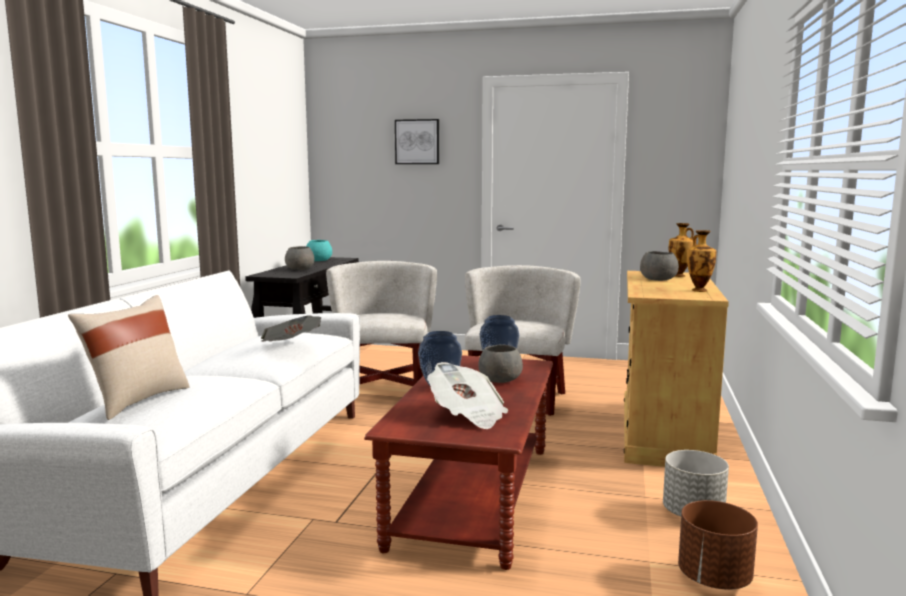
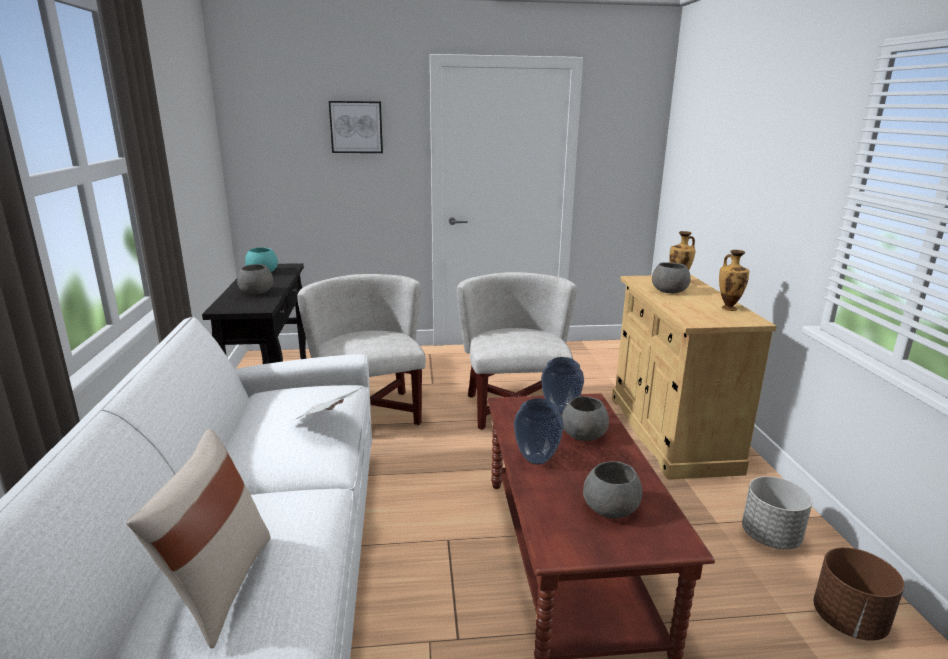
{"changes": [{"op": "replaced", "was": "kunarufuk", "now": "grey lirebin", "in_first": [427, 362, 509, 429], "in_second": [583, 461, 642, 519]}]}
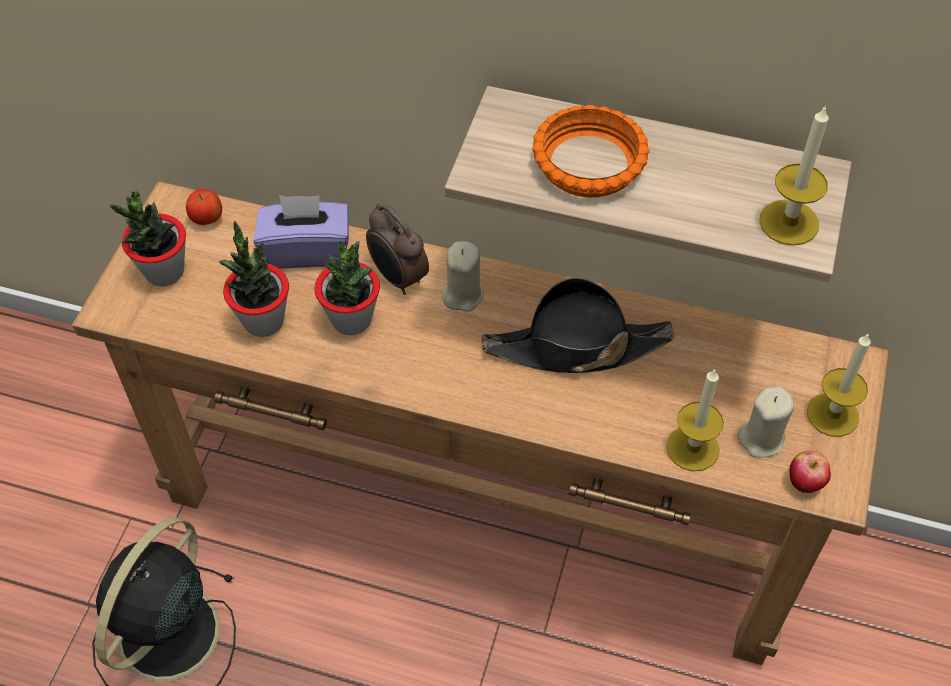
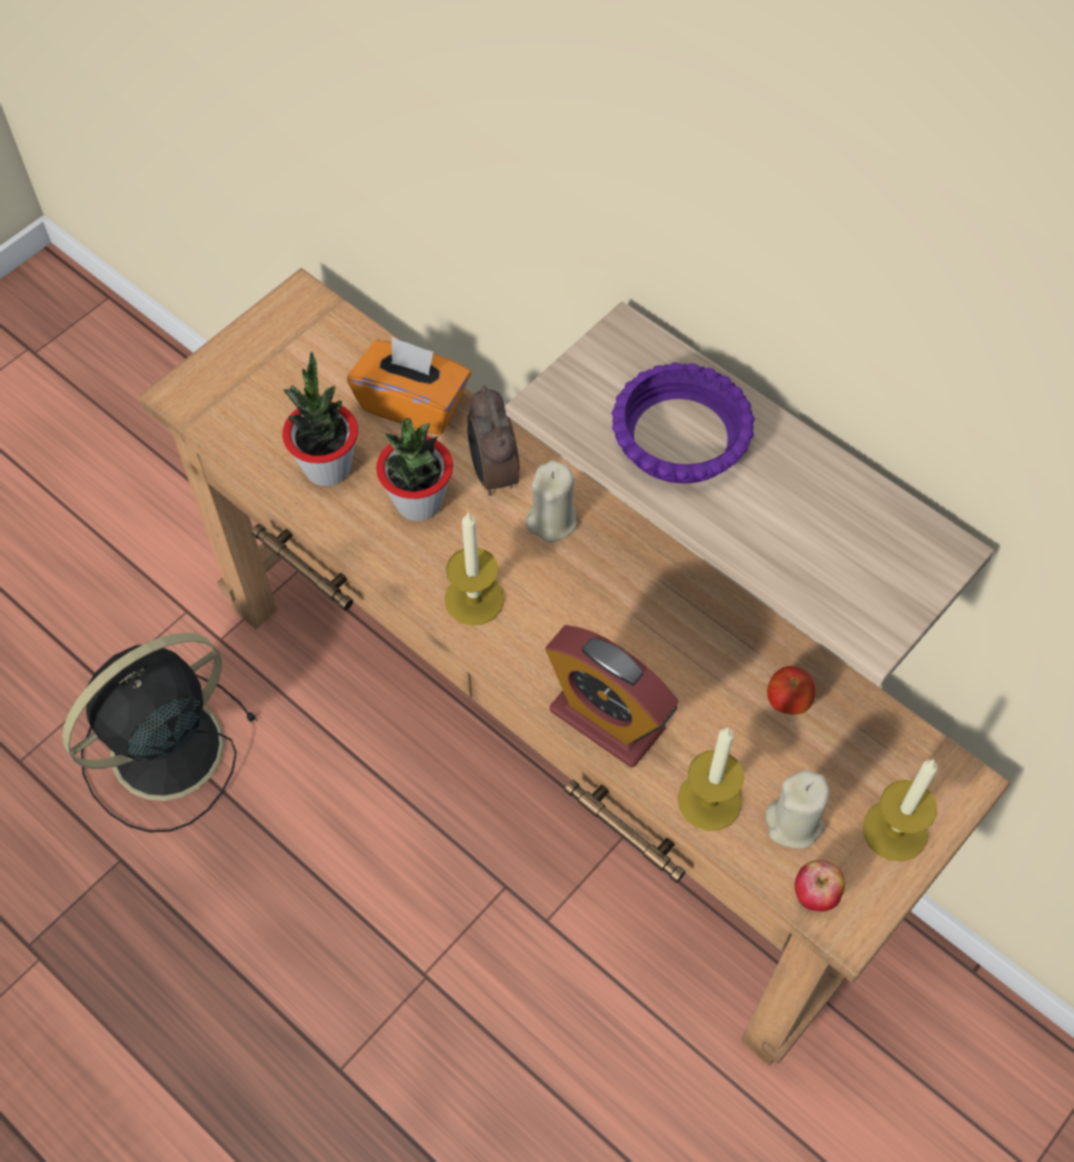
{"changes": [{"op": "recoloured", "was": "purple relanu", "now": "orange relanu", "in_first": [254, 195, 349, 269], "in_second": [347, 336, 471, 435]}, {"op": "moved", "was": "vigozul", "in_first": [759, 105, 829, 246], "in_second": [444, 512, 504, 626]}, {"op": "added", "now": "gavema", "in_second": [545, 625, 678, 767]}, {"op": "recoloured", "was": "orange lirebin", "now": "purple lirebin", "in_first": [532, 105, 650, 197], "in_second": [611, 362, 755, 484]}, {"op": "moved", "was": "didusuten", "in_first": [186, 189, 222, 225], "in_second": [767, 666, 815, 714]}, {"op": "removed", "was": "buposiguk", "in_first": [110, 191, 186, 287]}, {"op": "removed", "was": "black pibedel", "in_first": [482, 278, 675, 373]}]}
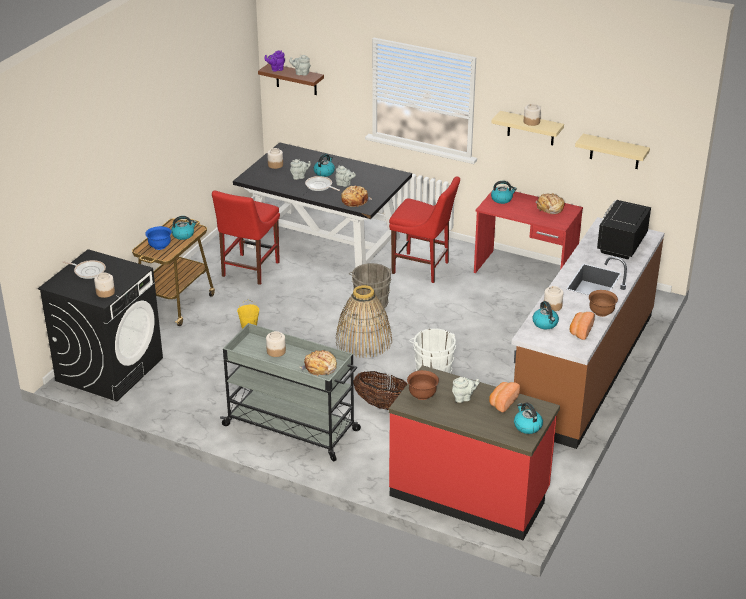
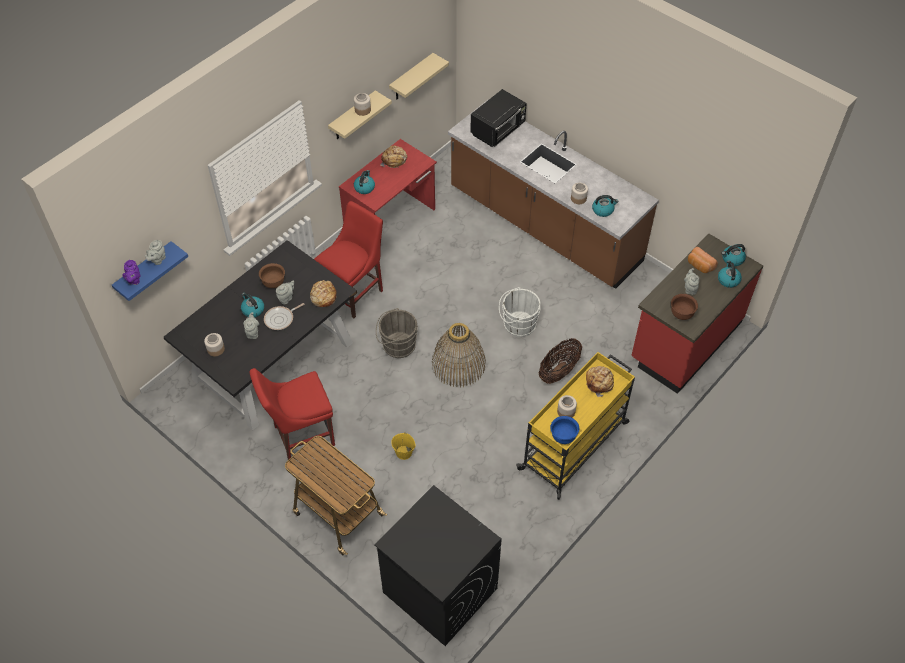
{"changes": [{"op": "recoloured", "was": "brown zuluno", "now": "blue zuluno", "in_first": [258, 64, 324, 95], "in_second": [112, 241, 188, 301]}, {"op": "turned", "was": "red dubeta", "in_first": [212, 191, 280, 285], "in_second": [250, 368, 335, 460], "clockwise": 120}, {"op": "moved", "was": "brown lirebin", "in_first": [589, 290, 618, 317], "in_second": [259, 263, 285, 288]}, {"op": "turned", "was": "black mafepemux", "in_first": [597, 200, 651, 259], "in_second": [470, 89, 527, 147], "clockwise": -90}, {"op": "recoloured", "was": "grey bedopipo", "now": "yellow bedopipo", "in_first": [220, 323, 361, 462], "in_second": [516, 352, 635, 500]}, {"op": "moved", "was": "blue lirebin", "in_first": [145, 226, 172, 250], "in_second": [550, 416, 579, 444]}, {"op": "moved", "was": "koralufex", "in_first": [171, 216, 197, 240], "in_second": [718, 261, 742, 288]}, {"op": "removed", "was": "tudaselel", "in_first": [62, 260, 106, 279]}, {"op": "removed", "was": "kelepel", "in_first": [94, 273, 115, 298]}, {"op": "removed", "was": "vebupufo", "in_first": [570, 312, 595, 340]}]}
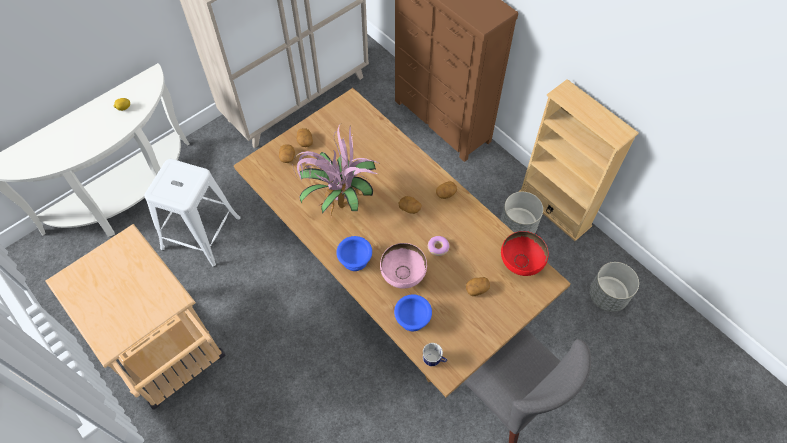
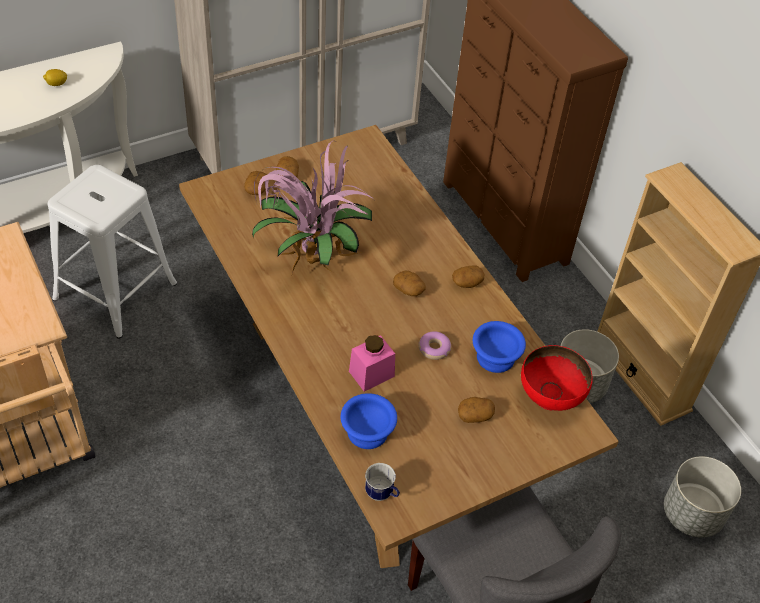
{"changes": [{"op": "replaced", "was": "pink lirebin", "now": "pink kelepel", "in_first": [380, 243, 427, 289], "in_second": [349, 335, 395, 392]}, {"op": "moved", "was": "blue lirebin", "in_first": [336, 236, 372, 271], "in_second": [473, 321, 526, 373]}]}
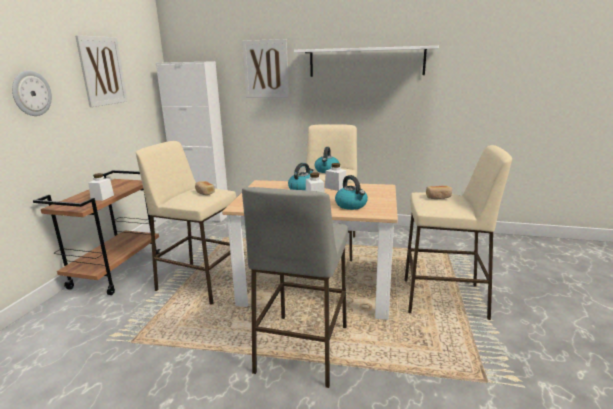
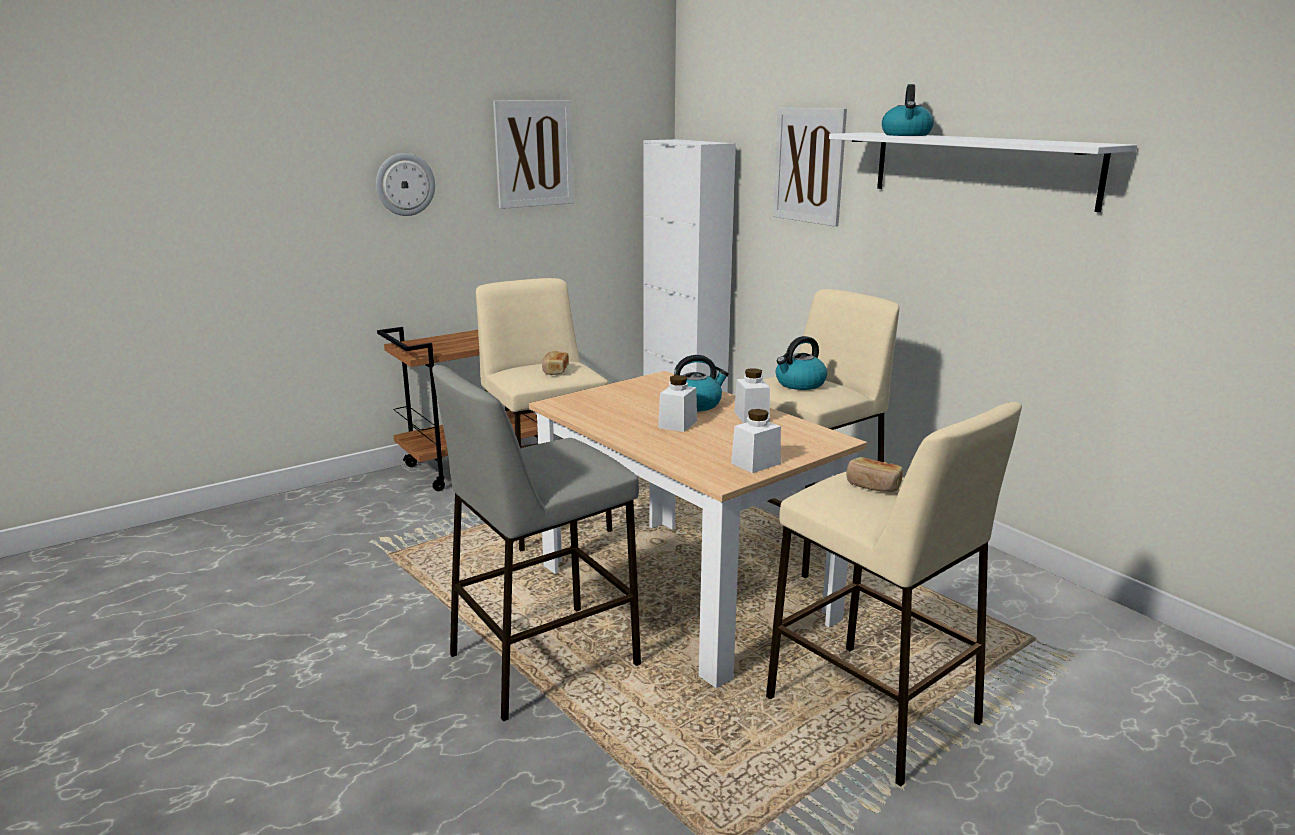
{"changes": [{"op": "moved", "was": "white kelepel", "in_first": [88, 173, 114, 201], "in_second": [731, 409, 781, 473]}, {"op": "moved", "was": "koralufex", "in_first": [335, 175, 368, 210], "in_second": [882, 84, 934, 136]}]}
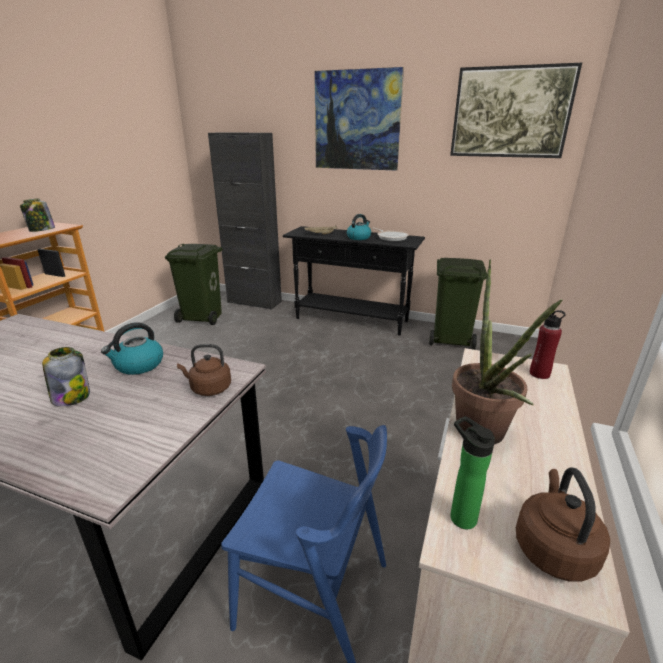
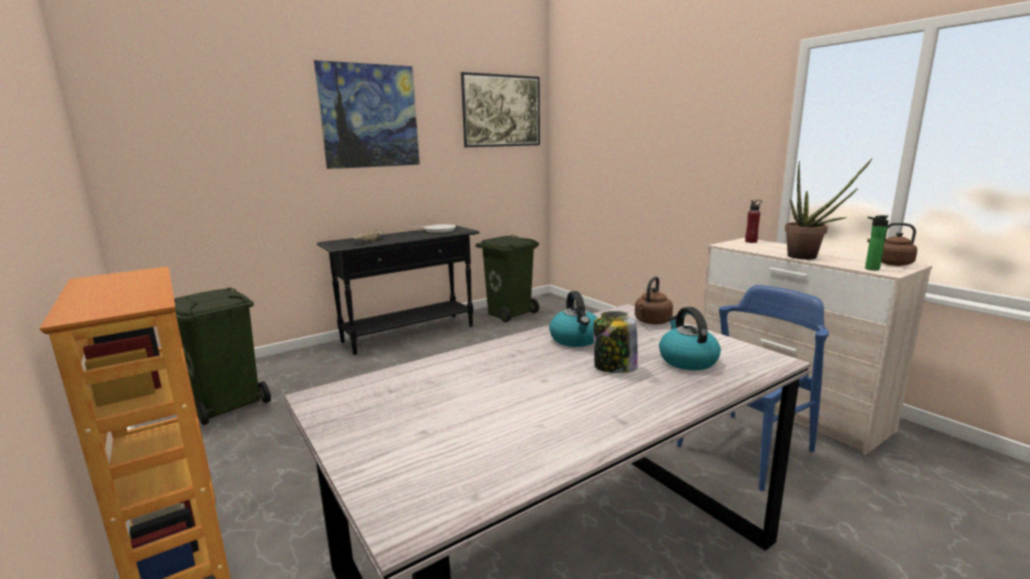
{"changes": [{"op": "moved", "was": "koralufex", "in_first": [347, 214, 371, 240], "in_second": [659, 307, 721, 370]}, {"op": "removed", "was": "kelepel", "in_first": [20, 198, 55, 232]}, {"op": "removed", "was": "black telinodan", "in_first": [208, 132, 282, 310]}]}
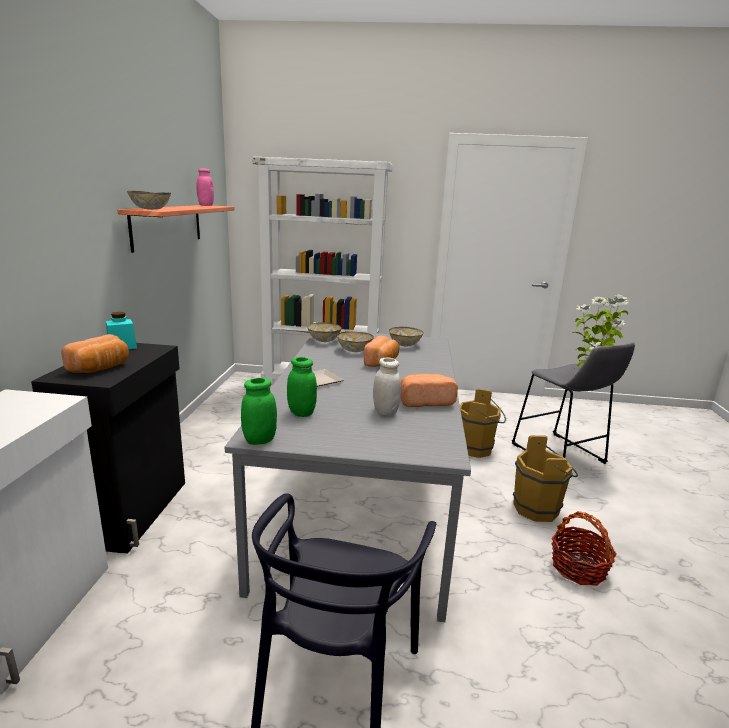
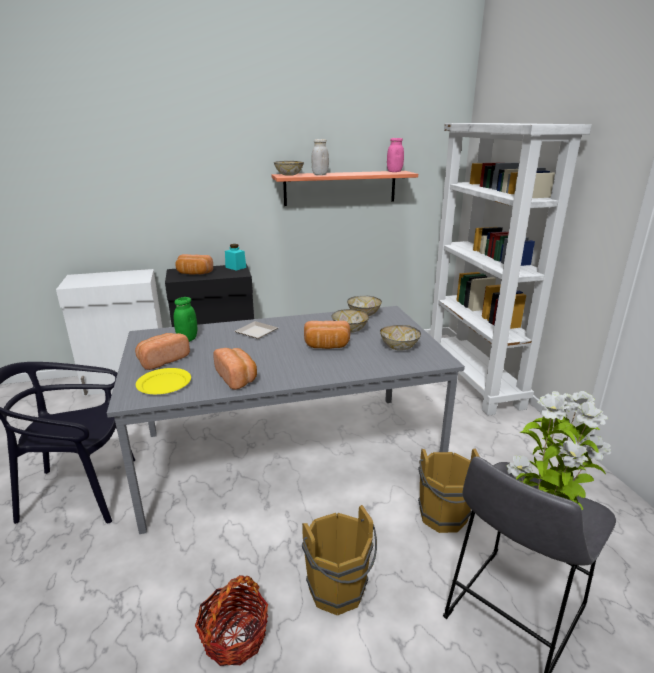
{"changes": [{"op": "added", "now": "vebupufo", "in_second": [135, 333, 190, 370]}, {"op": "added", "now": "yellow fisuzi", "in_second": [136, 368, 191, 394]}, {"op": "moved", "was": "white kelepel", "in_first": [373, 358, 401, 417], "in_second": [311, 139, 329, 175]}, {"op": "removed", "was": "green kelepel", "in_first": [241, 378, 277, 445]}]}
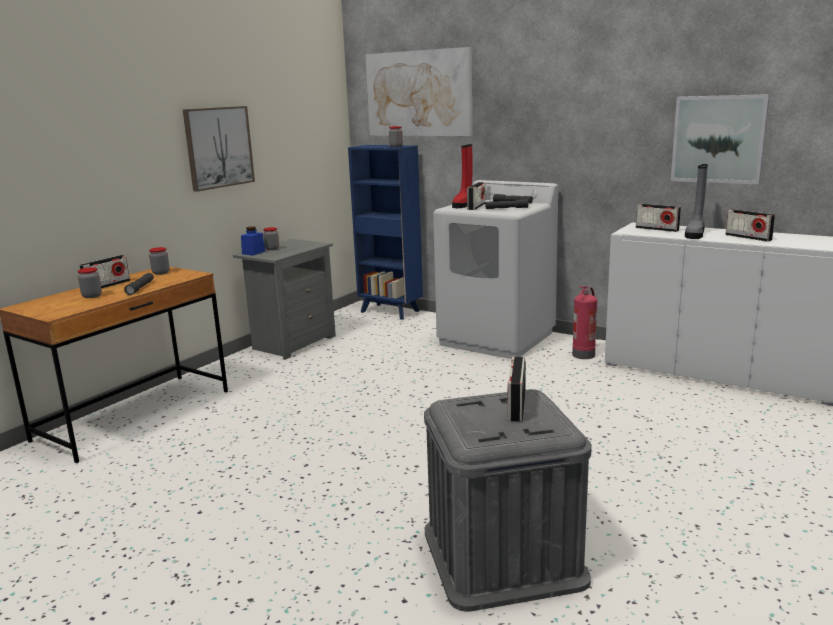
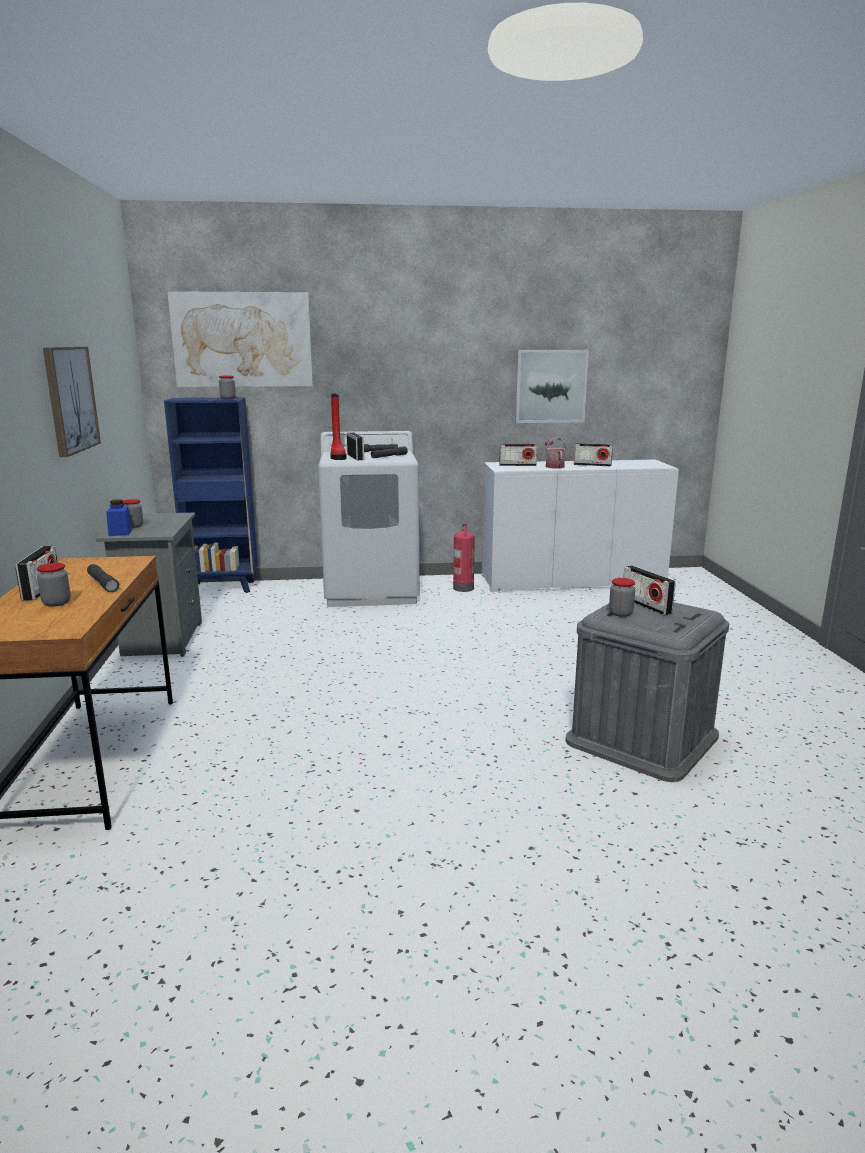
{"changes": [{"op": "replaced", "was": "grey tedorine", "now": "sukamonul", "in_first": [685, 164, 708, 239], "in_second": [545, 438, 566, 469]}, {"op": "moved", "was": "kelepel", "in_first": [149, 247, 170, 275], "in_second": [609, 578, 635, 617]}]}
